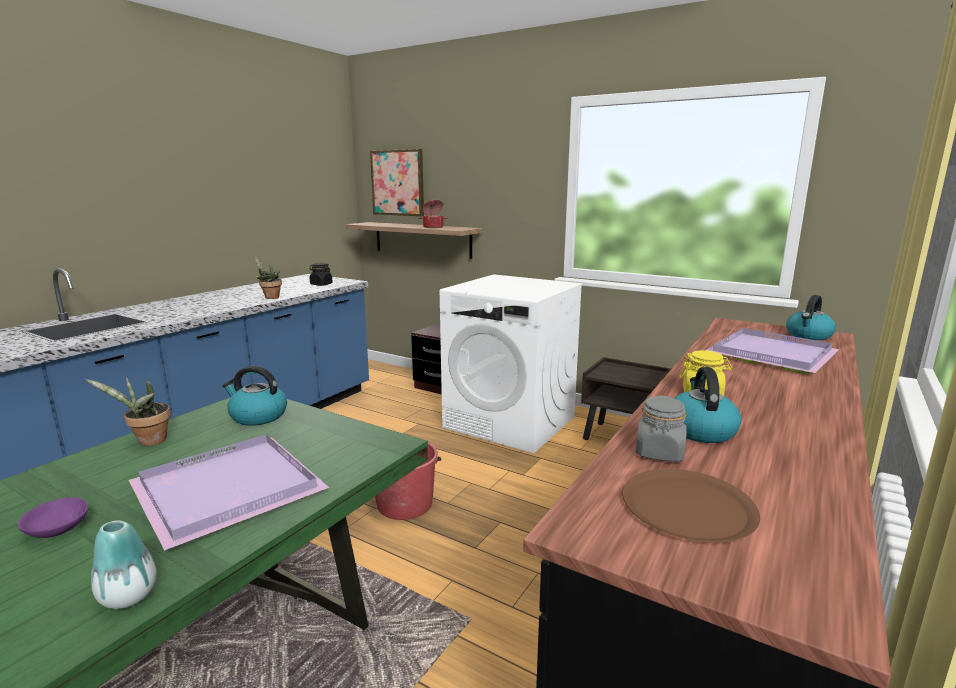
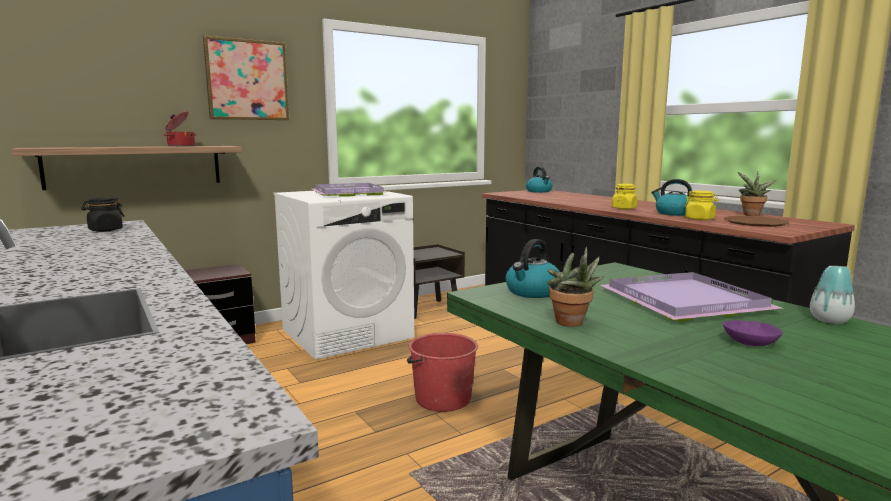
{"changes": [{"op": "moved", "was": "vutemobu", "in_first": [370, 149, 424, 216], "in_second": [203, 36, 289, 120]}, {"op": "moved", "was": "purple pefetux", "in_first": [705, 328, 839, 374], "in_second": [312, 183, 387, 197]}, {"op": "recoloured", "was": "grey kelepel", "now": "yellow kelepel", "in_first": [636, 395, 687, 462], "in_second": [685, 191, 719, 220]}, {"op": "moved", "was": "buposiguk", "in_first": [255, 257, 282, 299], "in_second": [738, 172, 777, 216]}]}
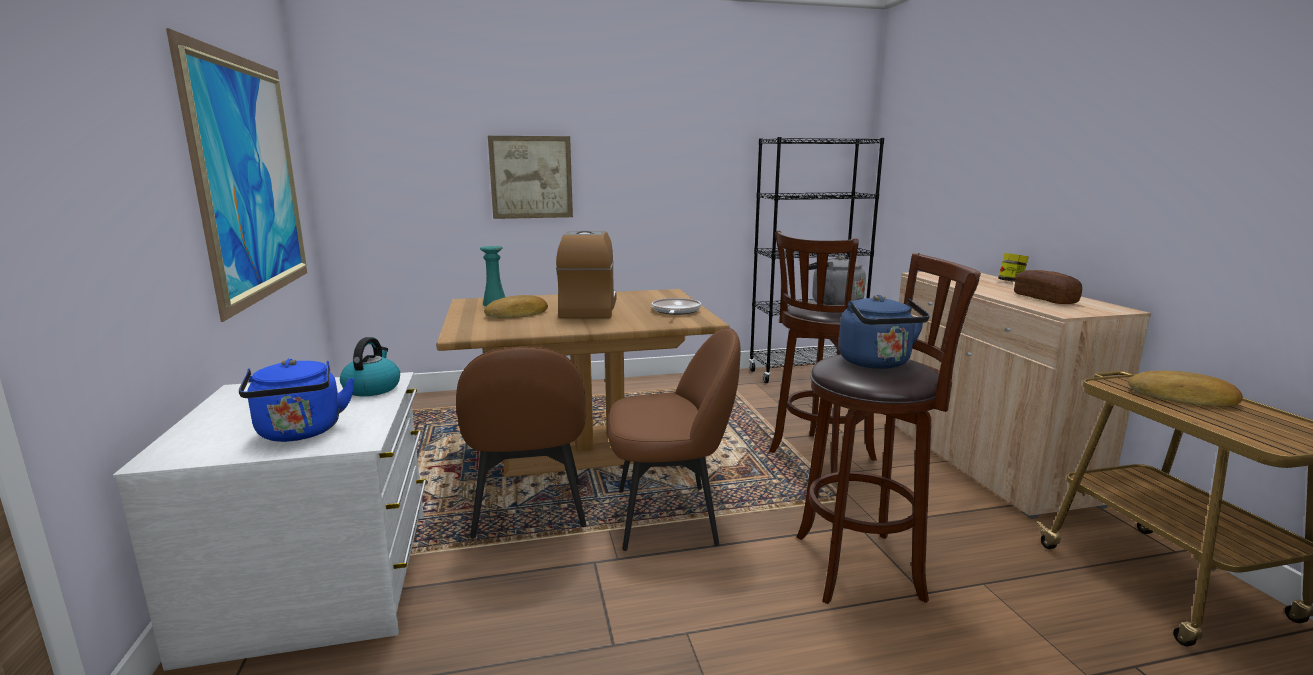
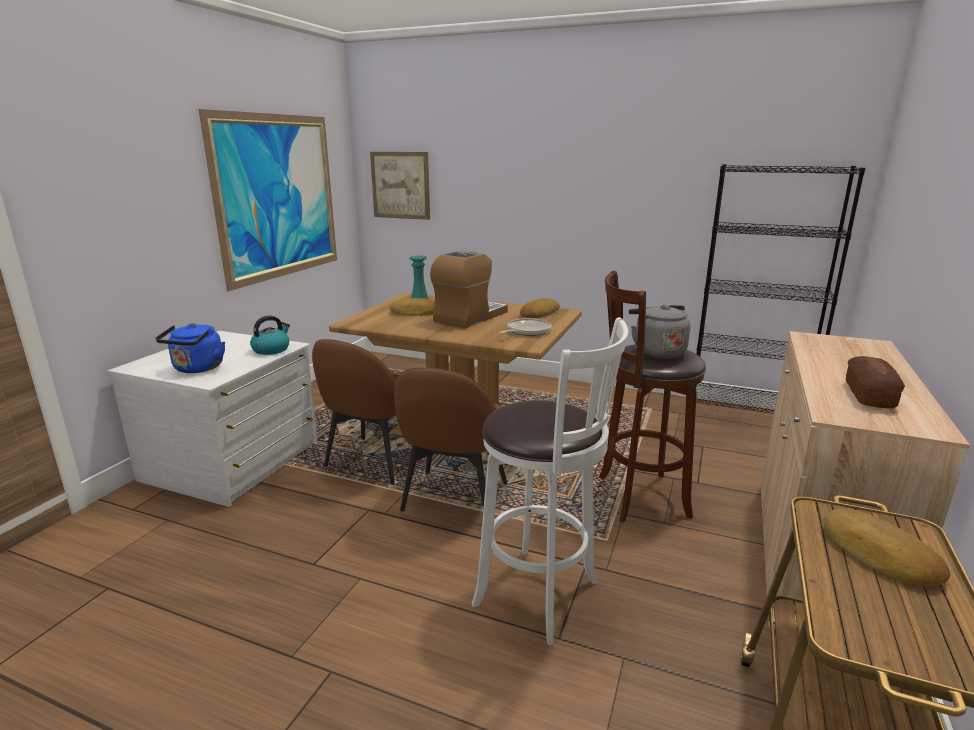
{"changes": [{"op": "moved", "was": "vutemobu", "in_first": [488, 136, 573, 219], "in_second": [370, 152, 430, 220]}, {"op": "turned", "was": "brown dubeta", "in_first": [608, 328, 741, 551], "in_second": [394, 368, 507, 511], "clockwise": 75}, {"op": "recoloured", "was": "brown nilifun", "now": "white nilifun", "in_first": [797, 253, 981, 604], "in_second": [471, 317, 628, 645]}, {"op": "added", "now": "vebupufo", "in_second": [520, 298, 560, 318]}, {"op": "removed", "was": "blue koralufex", "in_first": [839, 295, 930, 369]}, {"op": "removed", "was": "kelepel", "in_first": [998, 253, 1029, 282]}]}
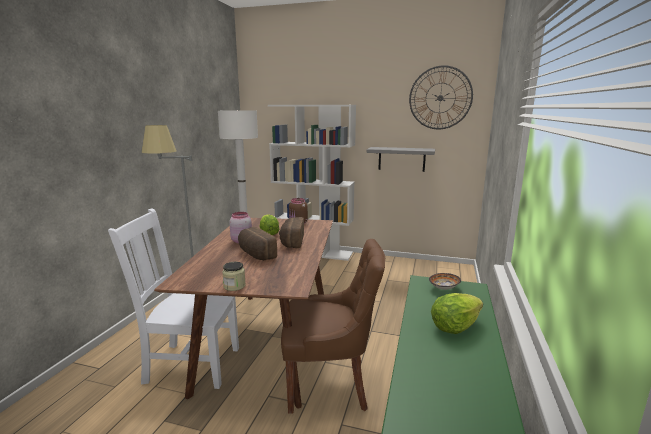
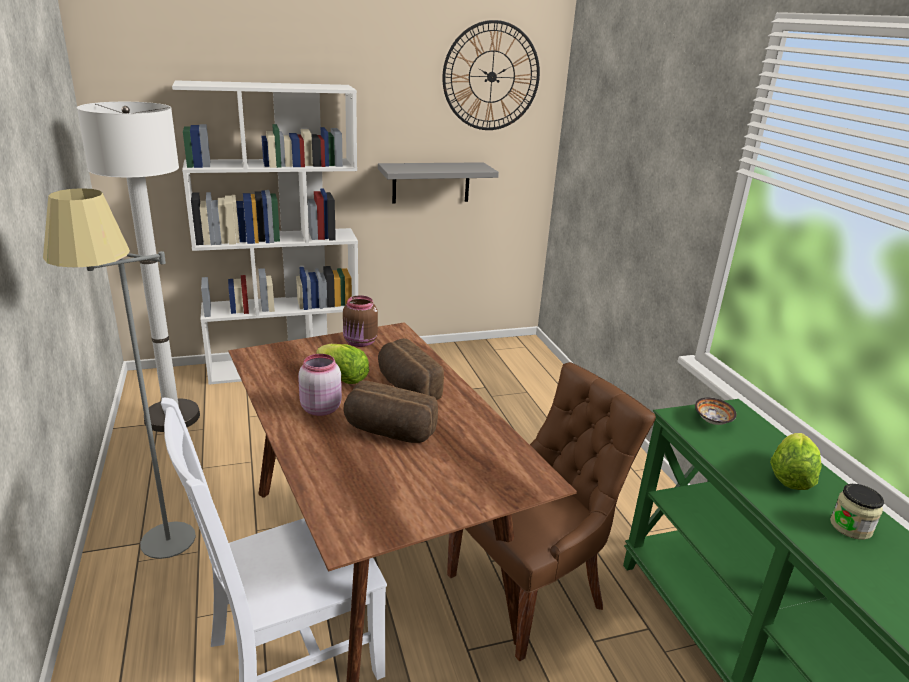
{"changes": [{"op": "moved", "was": "kelepel", "in_first": [222, 262, 246, 291], "in_second": [830, 484, 884, 540]}]}
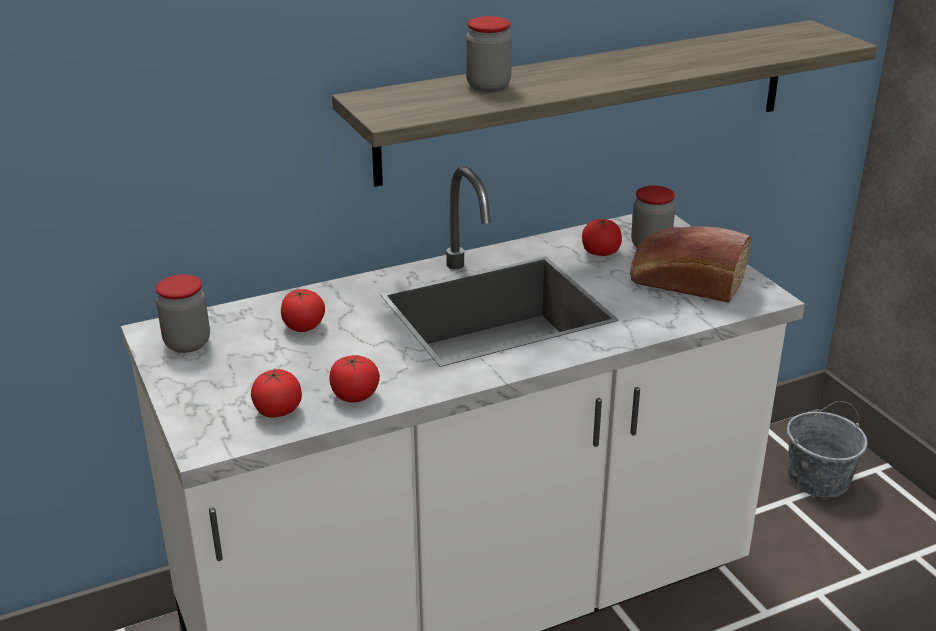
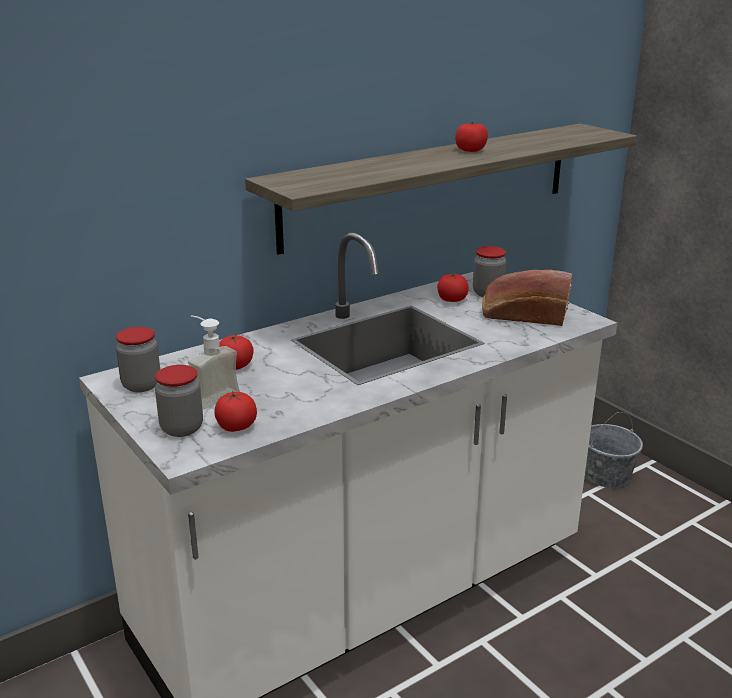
{"changes": [{"op": "moved", "was": "kelepel", "in_first": [466, 16, 512, 92], "in_second": [155, 365, 203, 437]}, {"op": "added", "now": "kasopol", "in_second": [188, 315, 240, 410]}, {"op": "moved", "was": "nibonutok", "in_first": [329, 355, 380, 403], "in_second": [455, 122, 488, 152]}]}
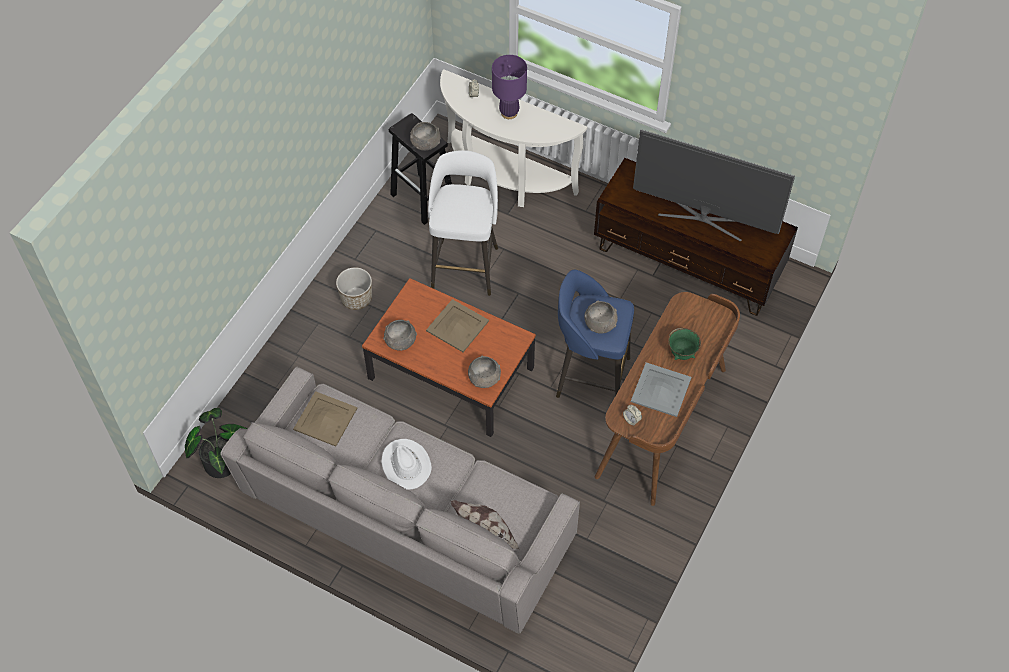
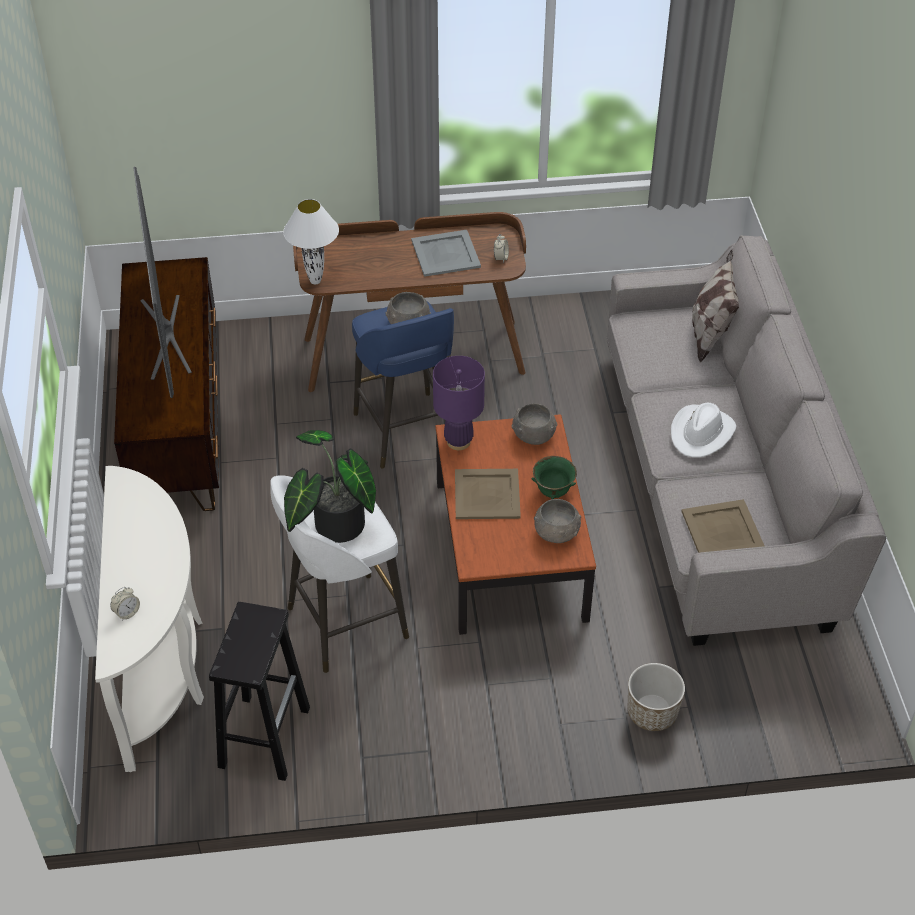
{"changes": [{"op": "added", "now": "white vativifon", "in_second": [283, 199, 339, 285]}, {"op": "moved", "was": "buposiguk", "in_first": [185, 408, 247, 478], "in_second": [284, 430, 376, 543]}, {"op": "moved", "was": "purple vativifon", "in_first": [492, 55, 527, 119], "in_second": [433, 356, 485, 450]}, {"op": "moved", "was": "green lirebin", "in_first": [668, 328, 701, 360], "in_second": [531, 456, 577, 499]}, {"op": "moved", "was": "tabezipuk", "in_first": [336, 267, 372, 310], "in_second": [628, 663, 685, 731]}, {"op": "removed", "was": "grey lirebin", "in_first": [410, 122, 440, 151]}]}
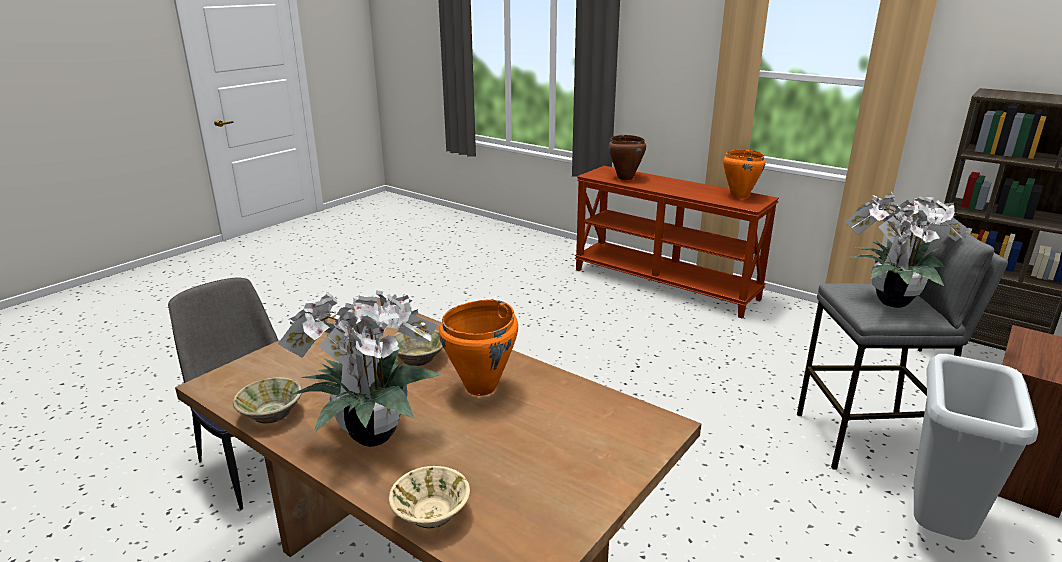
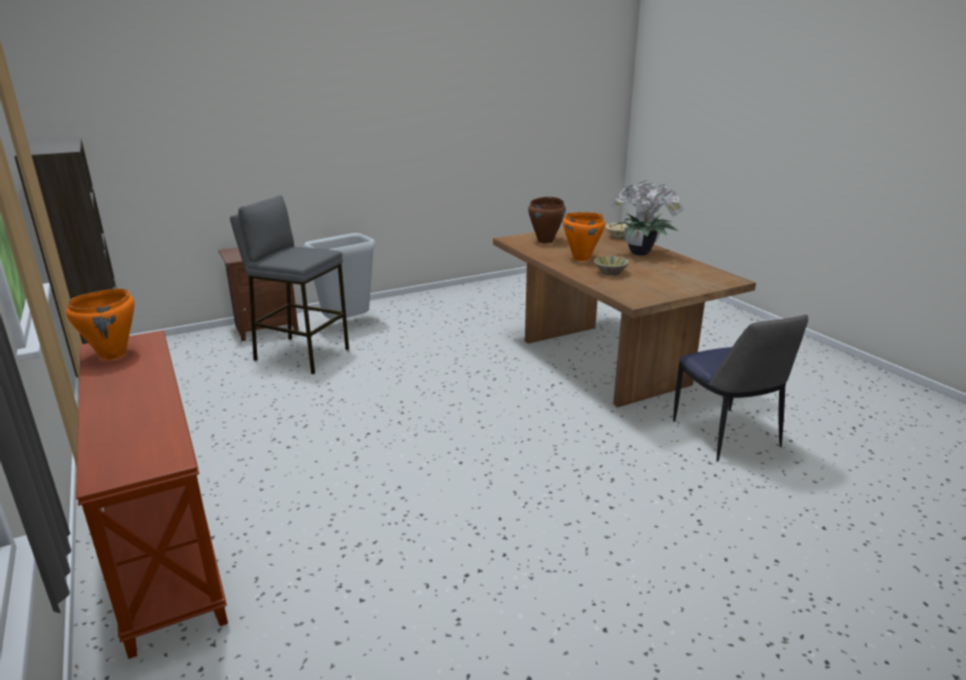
{"changes": [{"op": "moved", "was": "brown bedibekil", "in_first": [609, 135, 646, 180], "in_second": [528, 197, 566, 243]}, {"op": "removed", "was": "beige lirebin", "in_first": [233, 377, 302, 423]}, {"op": "removed", "was": "buposiguk", "in_first": [843, 191, 969, 308]}]}
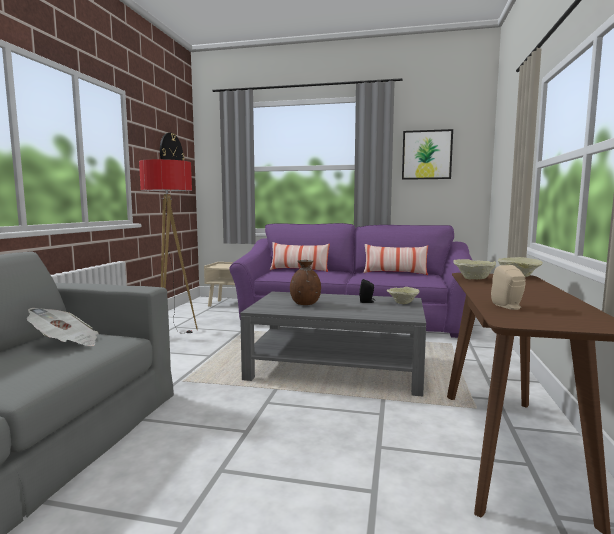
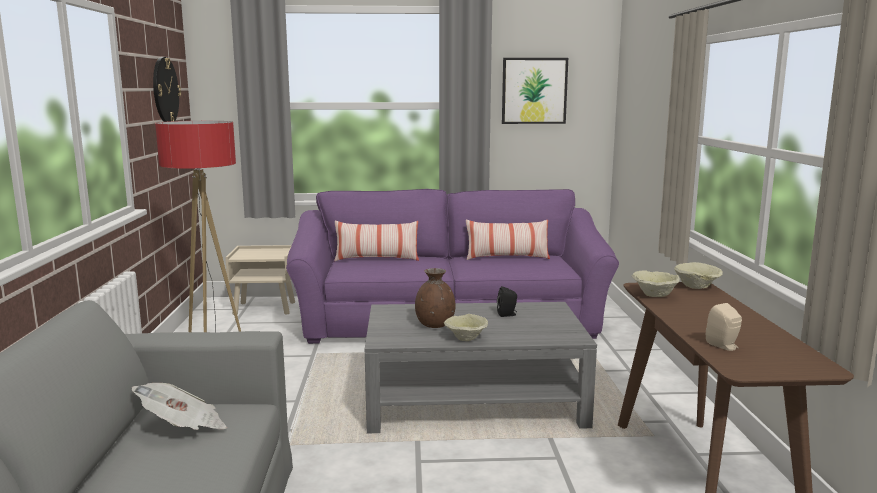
{"changes": [{"op": "moved", "was": "beige lirebin", "in_first": [387, 287, 420, 304], "in_second": [444, 314, 488, 341]}]}
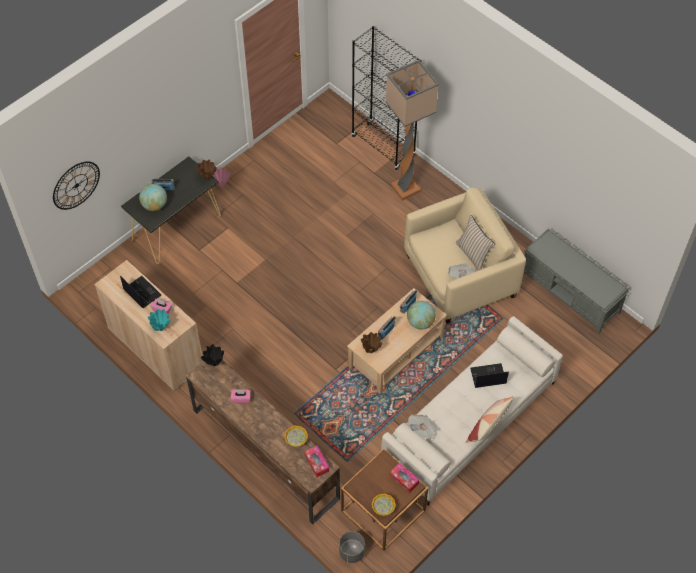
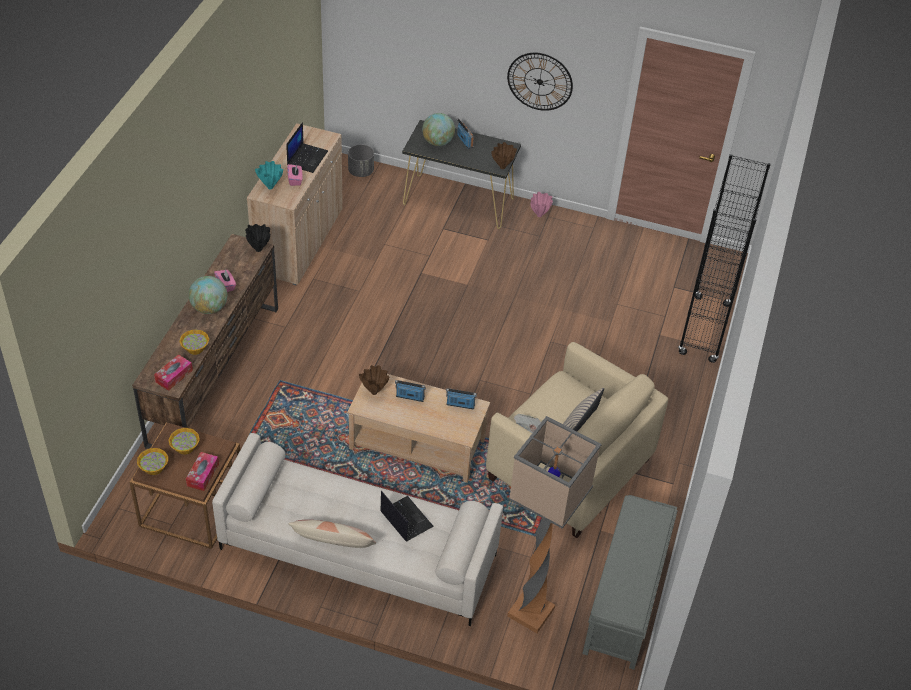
{"changes": [{"op": "added", "now": "lirebin", "in_second": [169, 428, 200, 455]}, {"op": "moved", "was": "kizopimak", "in_first": [407, 301, 436, 329], "in_second": [189, 276, 227, 314]}, {"op": "moved", "was": "grey tabezipuk", "in_first": [339, 531, 365, 563], "in_second": [348, 145, 374, 177]}, {"op": "moved", "was": "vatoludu", "in_first": [53, 161, 100, 210], "in_second": [507, 53, 573, 111]}, {"op": "moved", "was": "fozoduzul", "in_first": [385, 60, 439, 201], "in_second": [507, 416, 602, 633]}, {"op": "removed", "was": "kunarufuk", "in_first": [408, 415, 440, 439]}]}
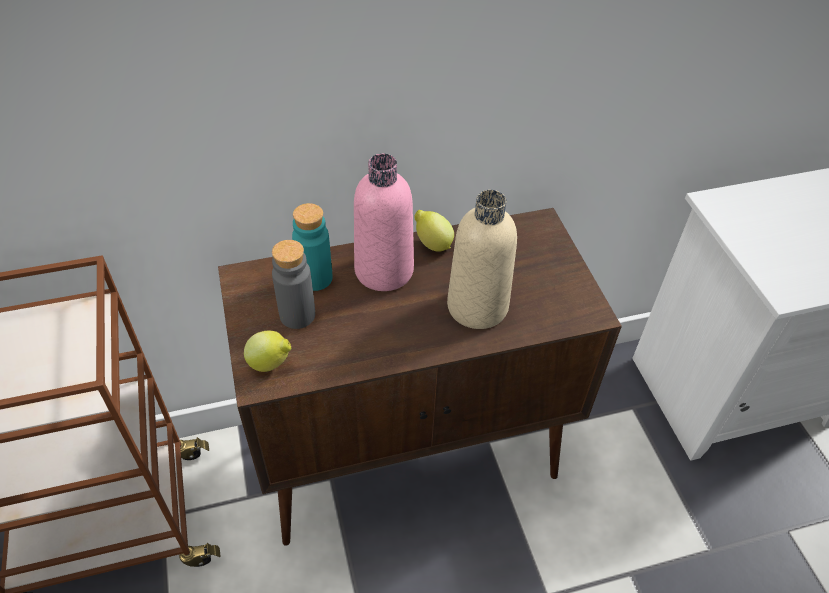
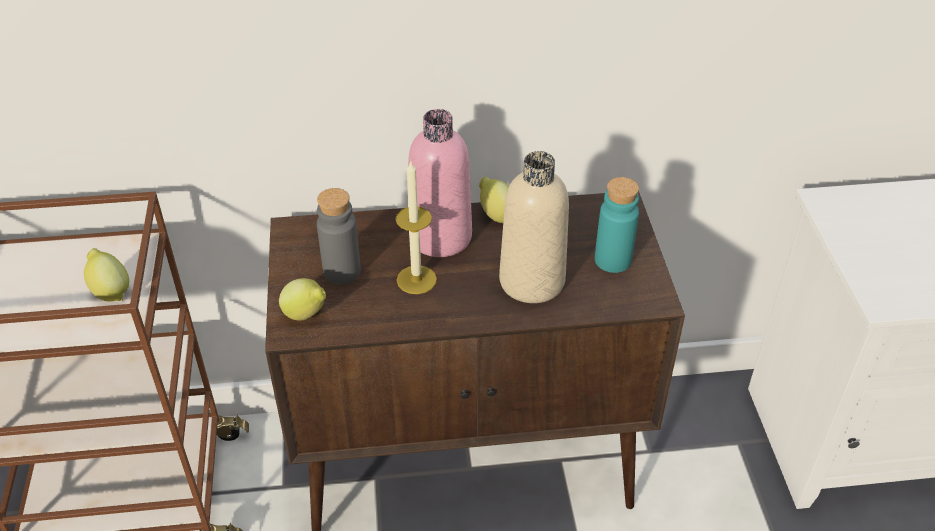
{"changes": [{"op": "added", "now": "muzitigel", "in_second": [84, 248, 129, 301]}, {"op": "added", "now": "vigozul", "in_second": [396, 162, 437, 294]}, {"op": "moved", "was": "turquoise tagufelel", "in_first": [292, 203, 332, 291], "in_second": [595, 177, 639, 273]}]}
